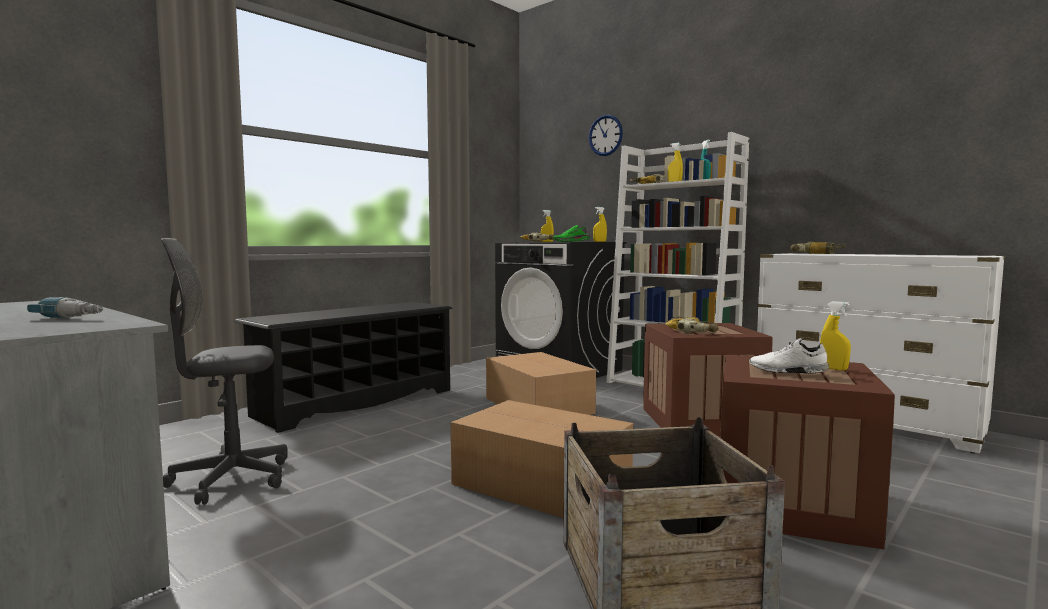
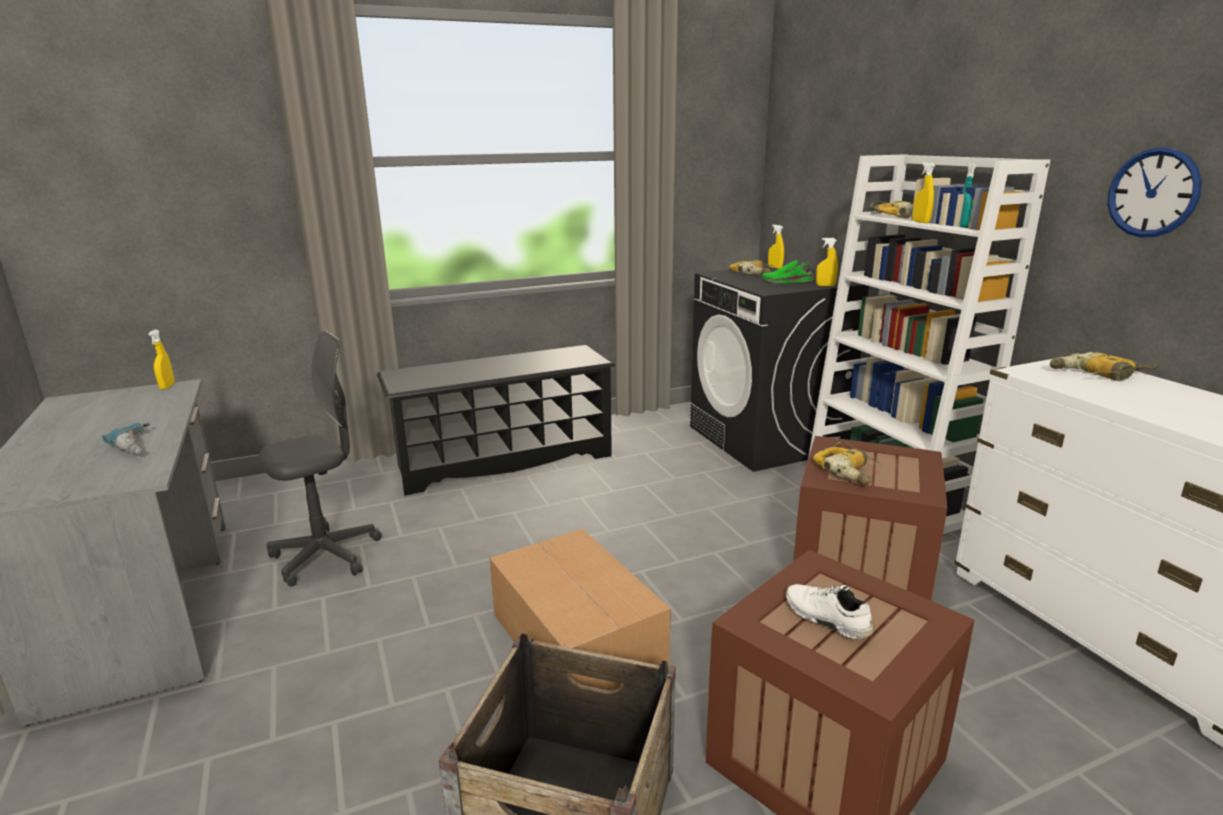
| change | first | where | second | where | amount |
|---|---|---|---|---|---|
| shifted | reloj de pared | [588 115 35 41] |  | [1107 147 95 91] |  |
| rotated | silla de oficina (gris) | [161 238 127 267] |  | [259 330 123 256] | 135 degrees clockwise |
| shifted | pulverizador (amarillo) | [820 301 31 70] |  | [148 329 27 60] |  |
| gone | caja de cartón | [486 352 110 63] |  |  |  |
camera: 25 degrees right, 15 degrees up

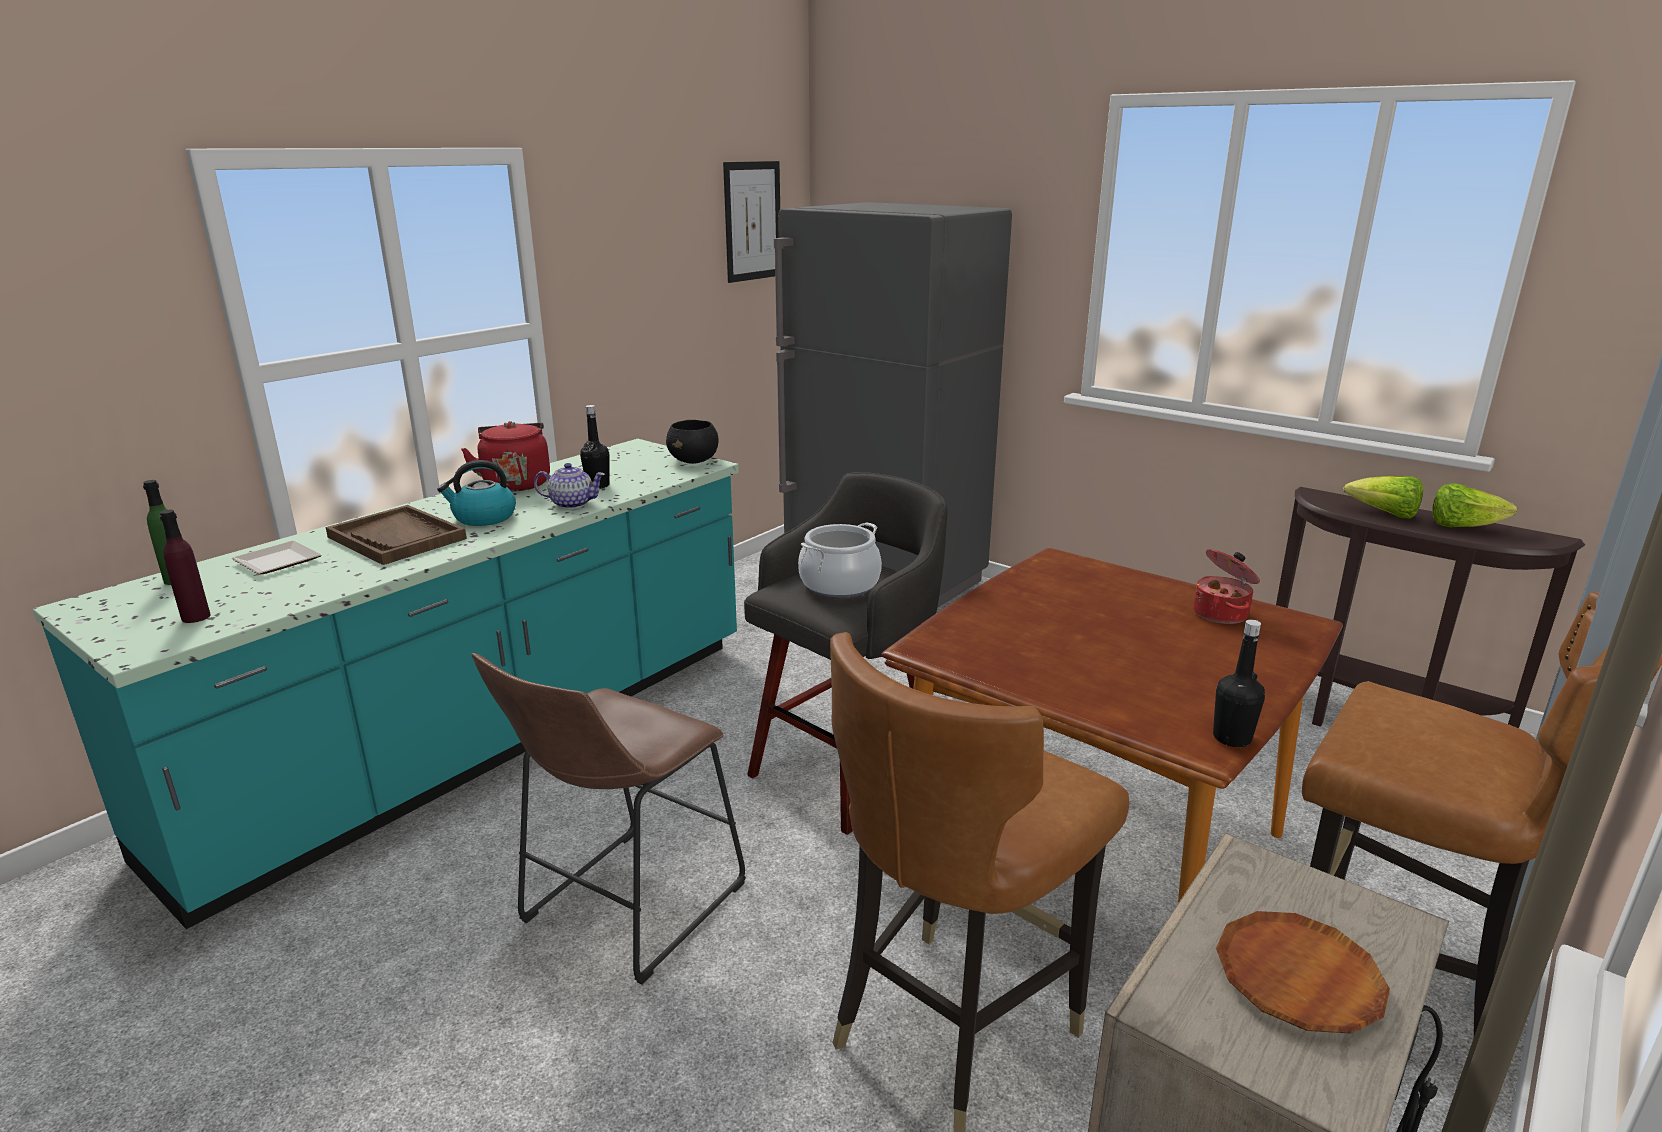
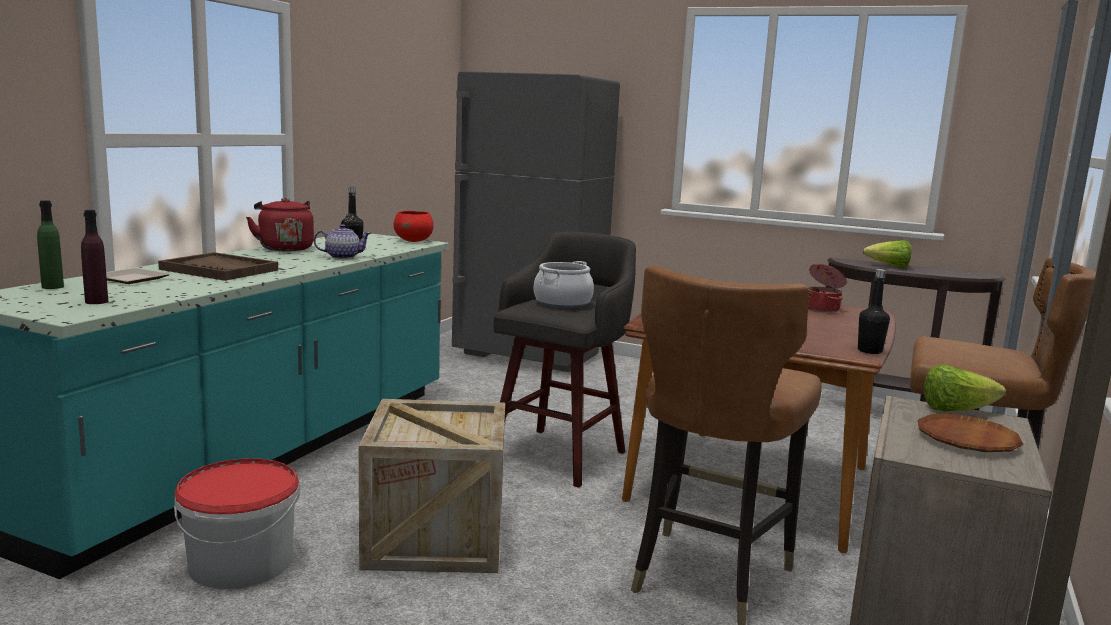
| change | first | where | second | where | amount |
|---|---|---|---|---|---|
| gone | cuadro | [723 161 57 122] |  |  |  |
| repainted | cuenco (negro) | [666 420 53 44] | cuenco (rojo) | [394 211 40 31] |  |
| gone | hervidor | [437 460 79 66] |  |  |  |
| shifted | lechuga | [1432 483 85 44] |  | [924 365 82 47] |  |
| swapped | taburete (marrón) | [472 653 274 332] | caja de embalaje | [359 399 146 174] |  |
| new |  |  | cubo | [174 458 126 131] |  |
camera: 15 degrees left, 10 degrees down

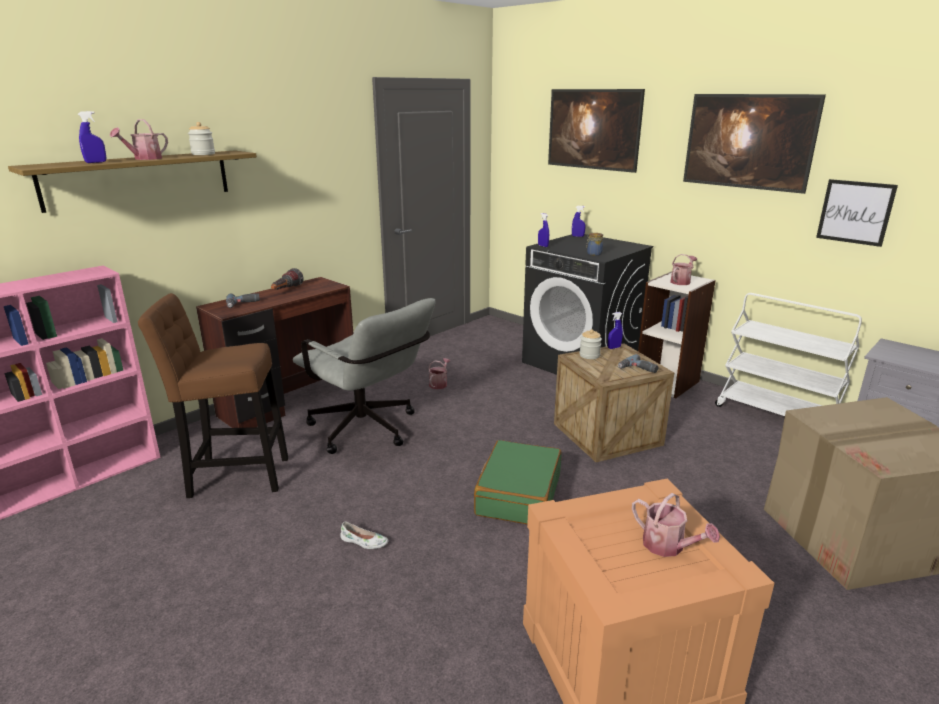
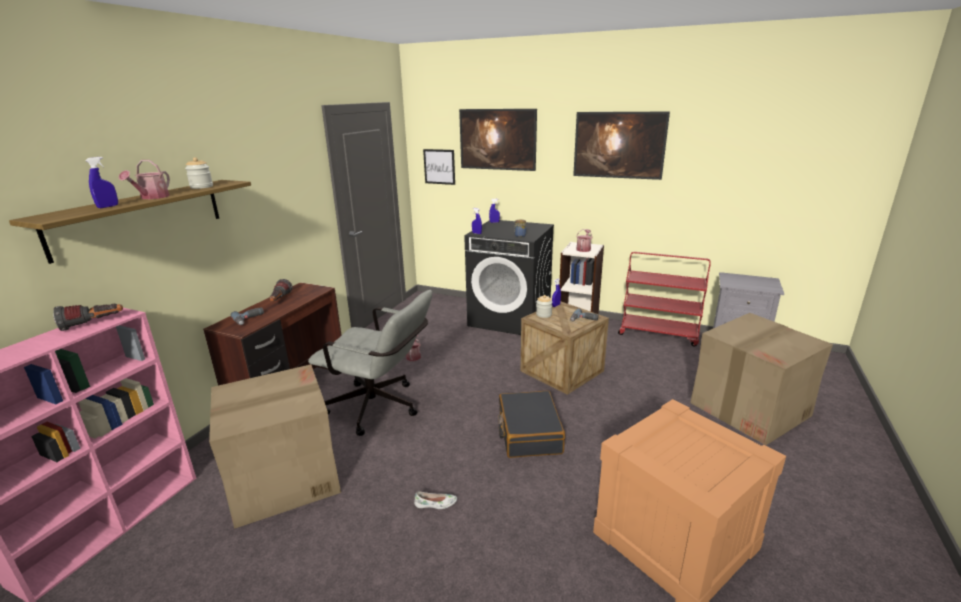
| change | first | where | second | where | amount |
|---|---|---|---|---|---|
| shifted | cuadro | [816 179 82 68] |  | [423 149 32 36] |  |
| swapped | taburete (marrón) | [138 293 150 205] | caja de cartón | [209 364 132 165] |  |
| repainted | carrito (blanco) | [715 293 147 123] | carrito (rojo) | [618 252 93 95] |  |
| repainted | maleta (verde) | [474 440 87 84] | maleta (negro) | [498 391 67 67] |  |
| gone | regadera | [632 493 88 64] |  |  |  |
| new |  |  | linterna | [53 304 70 27] |  |
camera: 20 degrees left, 0 degrees up

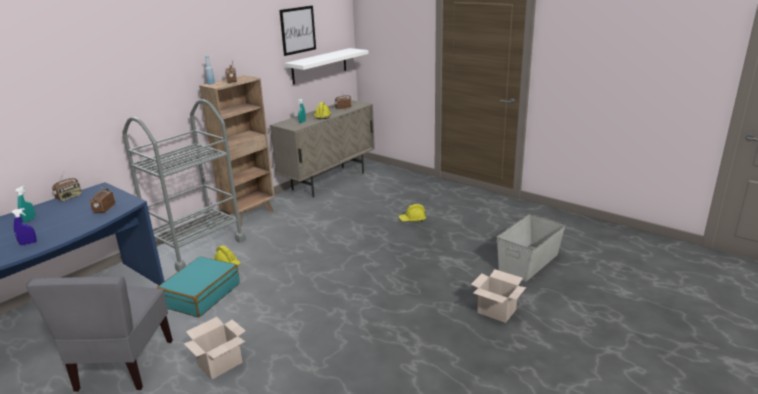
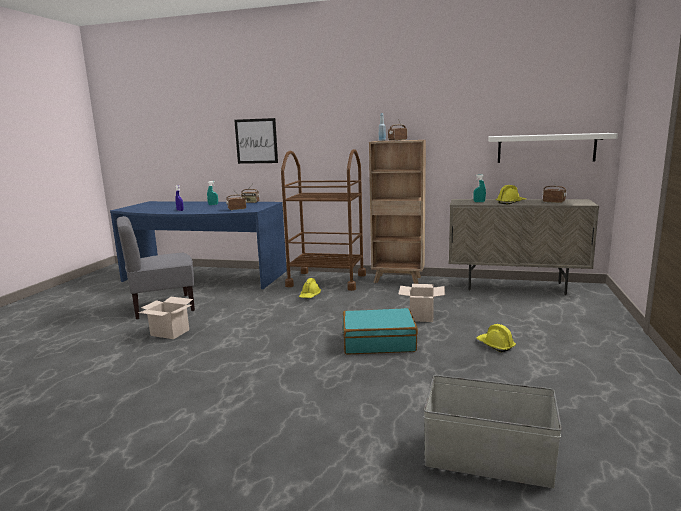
| change | first | where | second | where | amount |
|---|---|---|---|---|---|
| shifted | cuadro | [279 6 37 50] |  | [234 118 44 46] |  |
| repainted | carrito (gris) | [123 99 123 173] | carrito (marrón) | [281 149 85 142] |  |
| shifted | maleta (turquesa) | [156 256 84 62] |  | [343 308 75 46] |  |
| shifted | caja de cartón | [471 269 55 54] |  | [398 284 47 38] |  |
camera: 65 degrees right, 10 degrees down

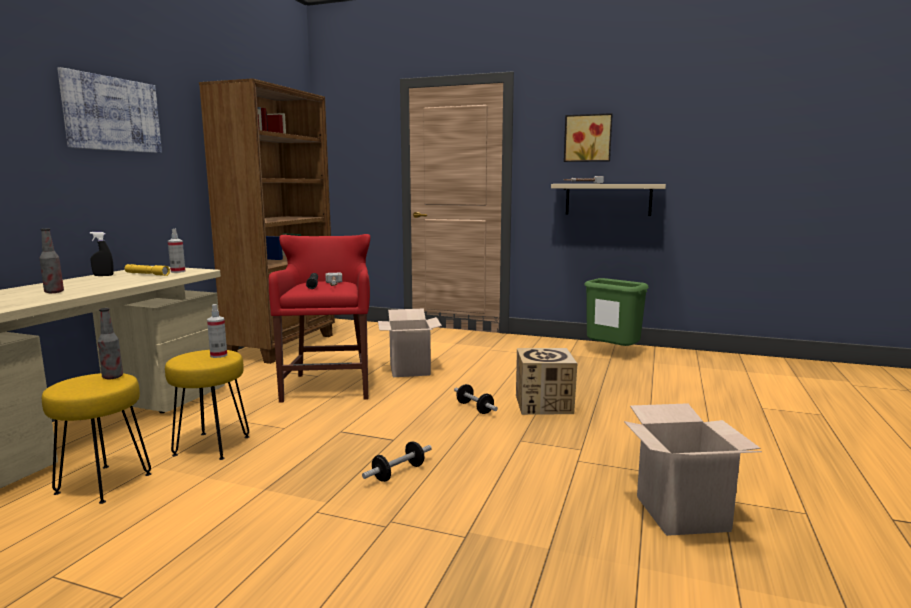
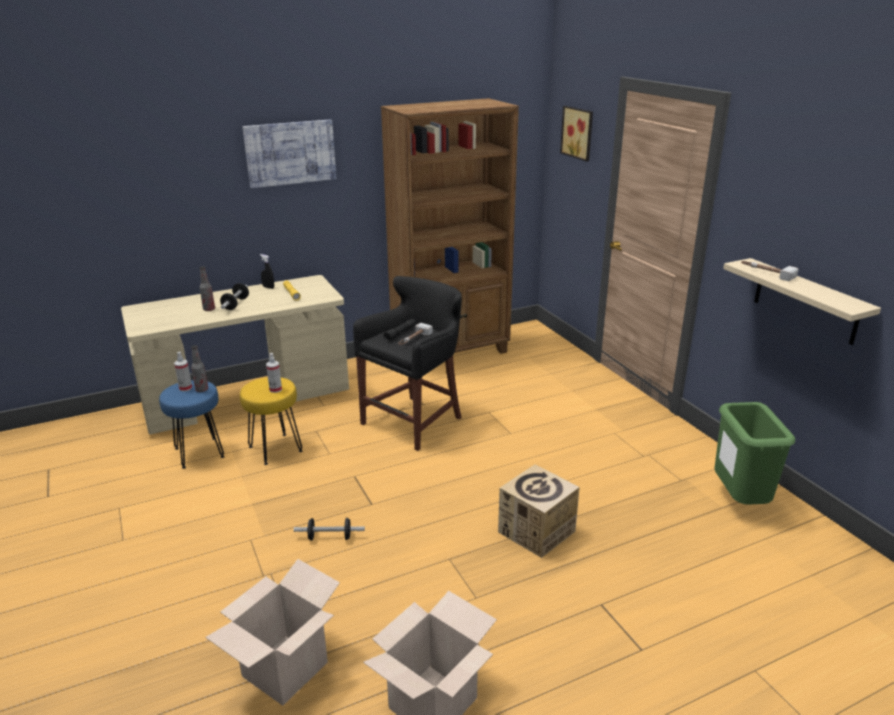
| change | first | where | second | where | amount |
|---|---|---|---|---|---|
| shifted | cuadro | [564 113 49 49] |  | [560 106 33 56] |  |
| shifted | pulverizador | [168 229 17 44] |  | [174 352 18 39] |  |
| repainted | taburete (rojo) | [269 234 101 168] | taburete (negro) | [353 276 109 175] |  |
| shifted | caja de cartón | [378 308 64 69] |  | [205 559 135 147] |  |
| repainted | taburete (amarillo) | [42 373 109 131] | taburete (azul) | [159 380 66 89] |  |
| shifted | mancuerna | [454 384 44 30] |  | [220 283 29 27] |  |
camera: 45 degrees right, 15 degrees up

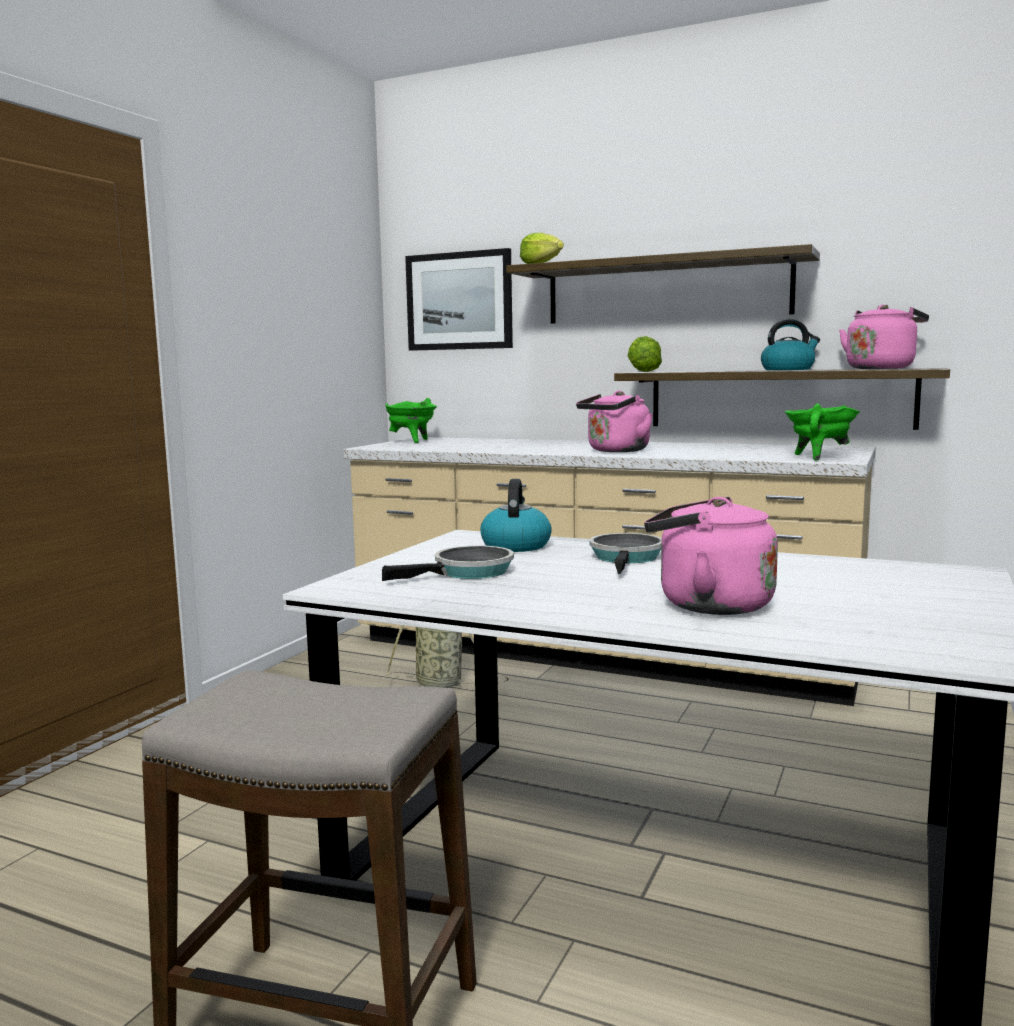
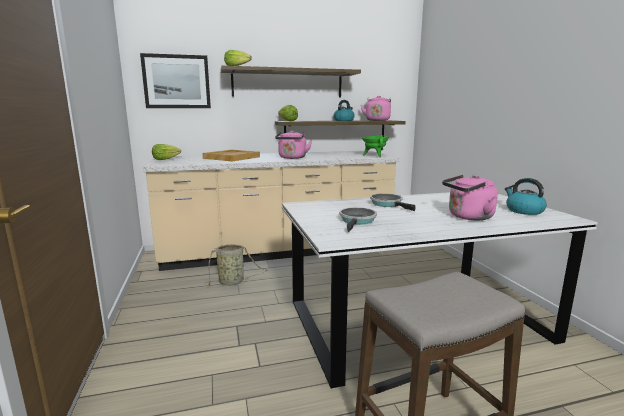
| change | first | where | second | where | amount |
|---|---|---|---|---|---|
| swapped | olla (verde) | [385 398 52 45] | lechuga | [152 144 29 16] |  |
| shifted | hervidor | [480 479 72 73] |  | [505 178 42 37] |  |
| new |  |  | bandeja (beis) | [202 150 58 11] |  |
camera: 40 degrees left, 5 degrees up

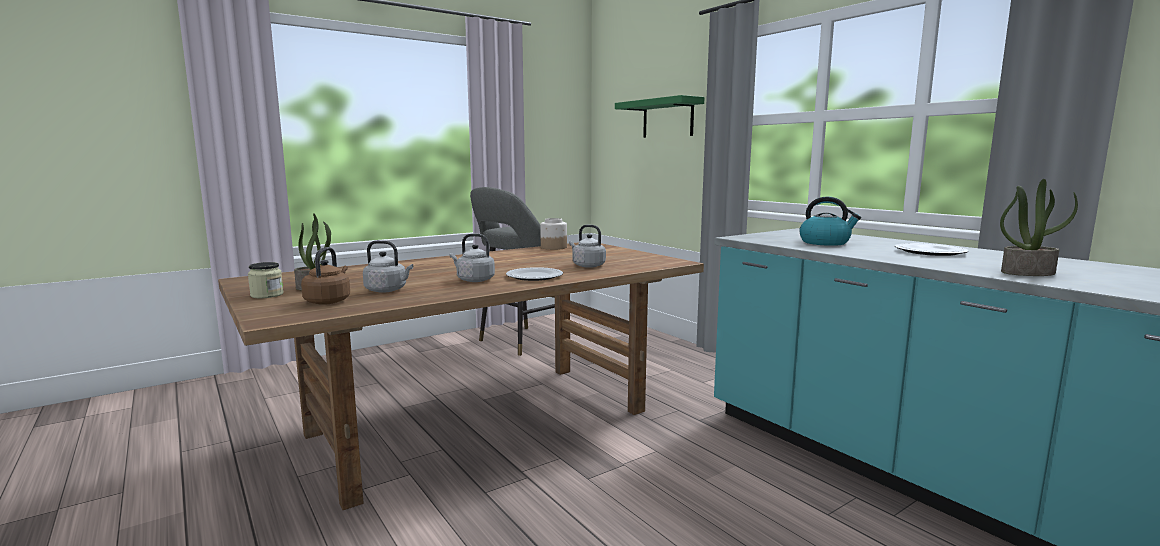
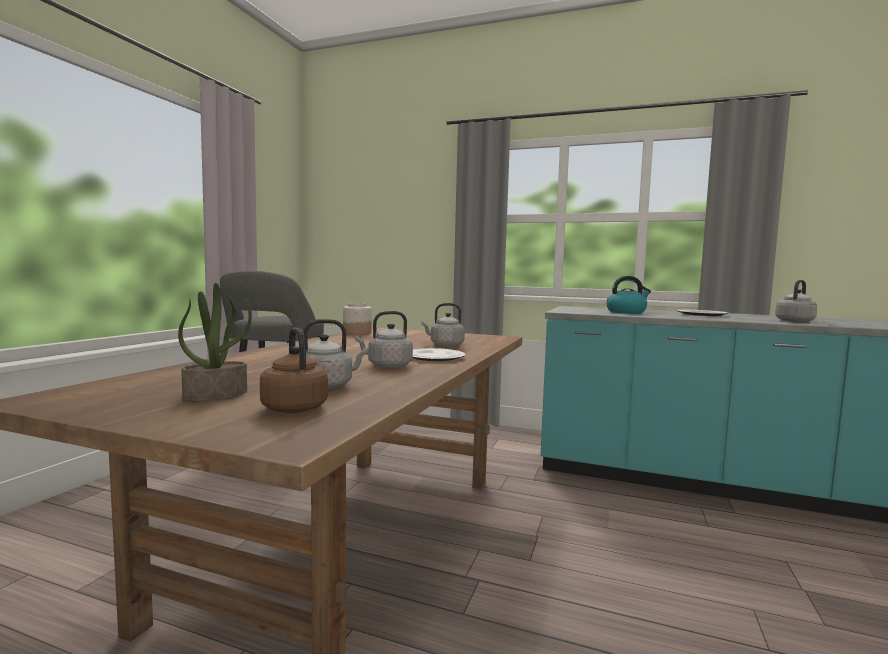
| change | first | where | second | where | amount |
|---|---|---|---|---|---|
| gone | estante (verde) | [615 95 90 43] |  |  |  |
| swapped | planta en maceta | [1000 179 78 97] | hervidor (gris) | [775 280 42 42] |  |
| gone | tarro | [248 262 35 36] |  |  |  |
camera: 35 degrees left, 5 degrees down

